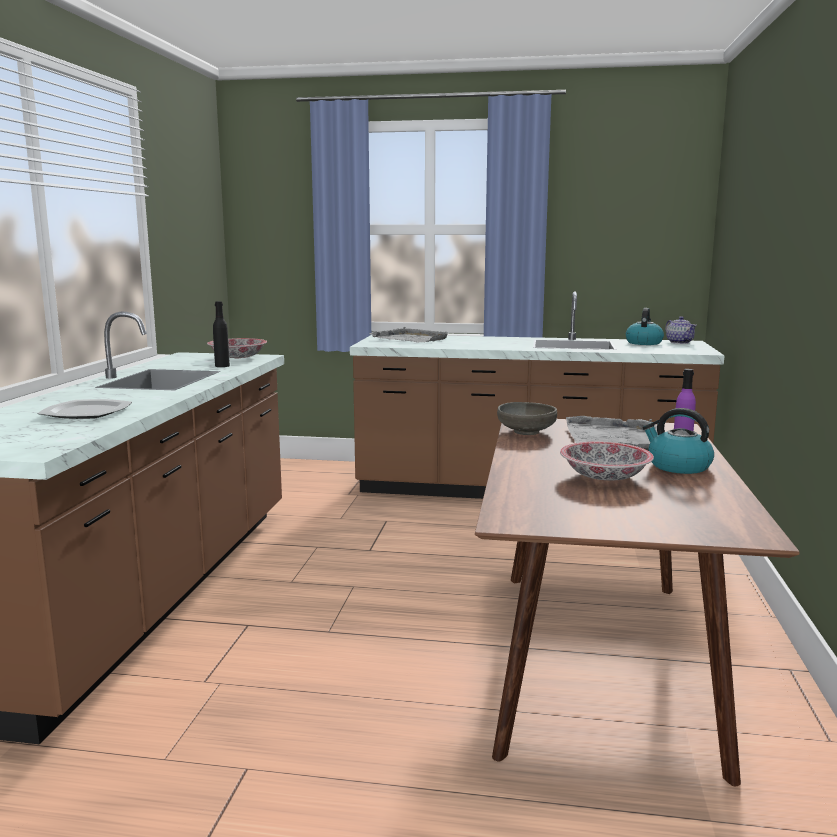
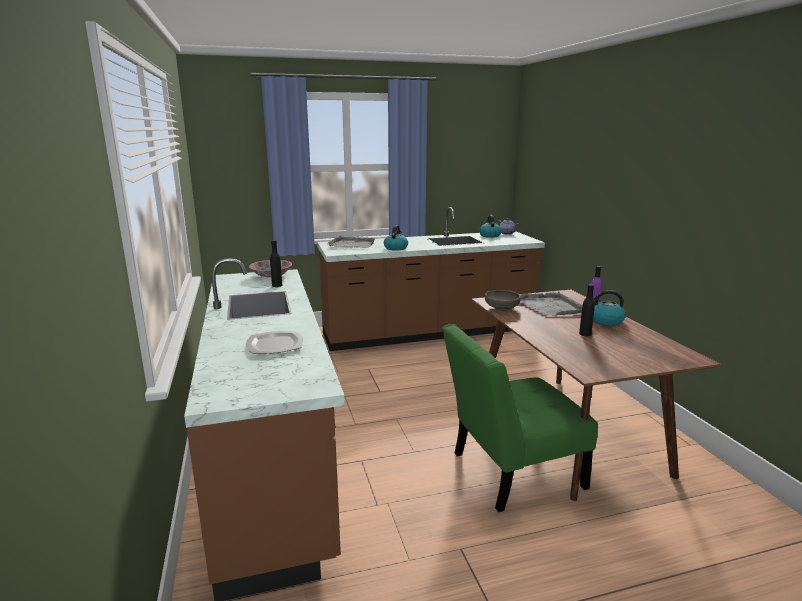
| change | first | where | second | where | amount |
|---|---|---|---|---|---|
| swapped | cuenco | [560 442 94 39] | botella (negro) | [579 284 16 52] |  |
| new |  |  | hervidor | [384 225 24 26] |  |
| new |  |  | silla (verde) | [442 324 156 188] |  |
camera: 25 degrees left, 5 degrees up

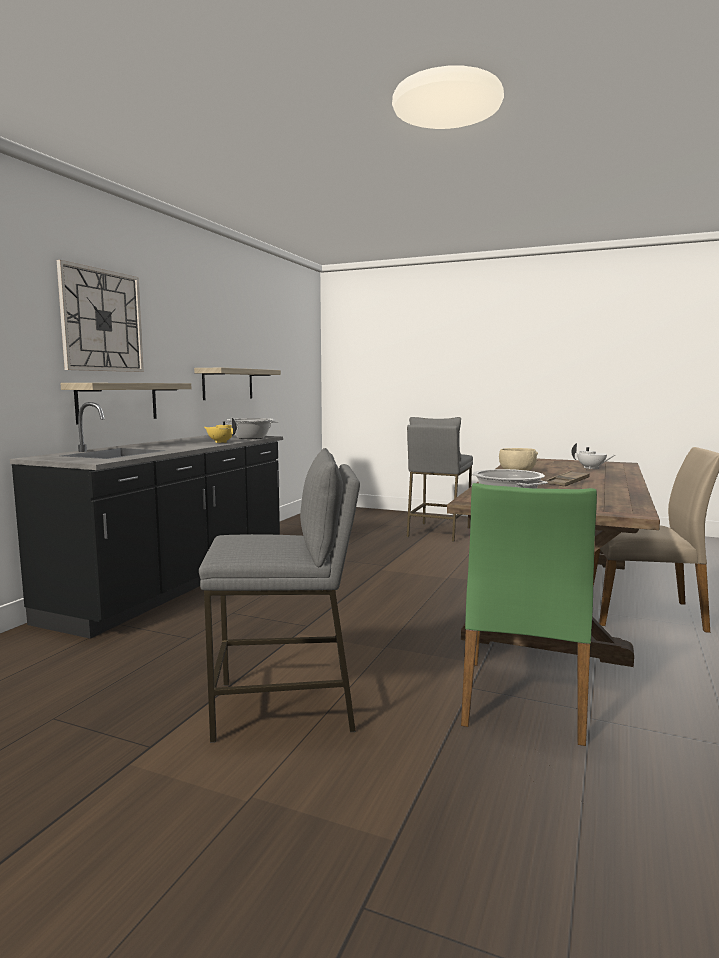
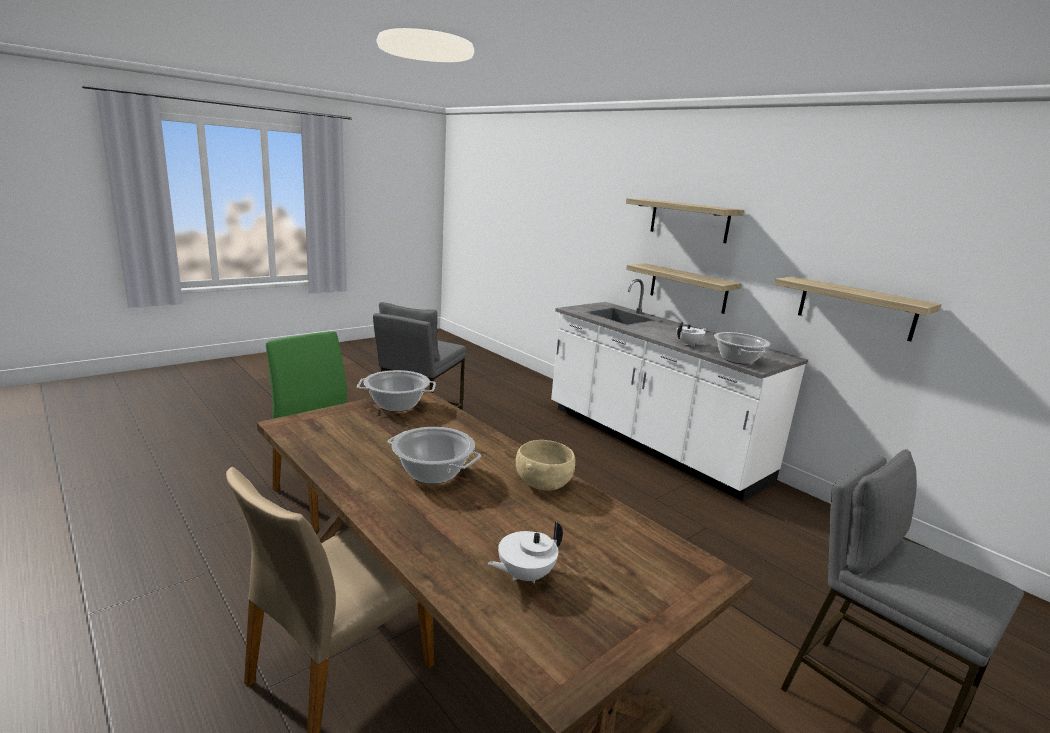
| change | first | where | second | where | amount |
|---|---|---|---|---|---|
| swapped | reloj de pared | [57 260 87 112] | estante | [626 198 118 45] |  |
| repainted | mueble bajo de cocina (negro) | [10 402 273 237] | mueble bajo de cocina (blanco) | [551 279 257 222] |  |
| repainted | tetera (amarillo) | [204 418 33 25] | tetera (blanco) | [677 322 29 25] |  |
| swapped | bandeja (marrón) | [546 471 44 15] | olla | [388 427 93 57] |  |
camera: 115 degrees right, 10 degrees up

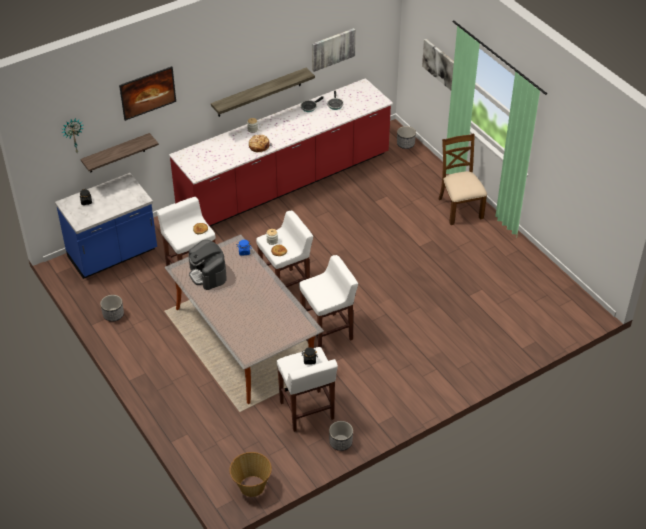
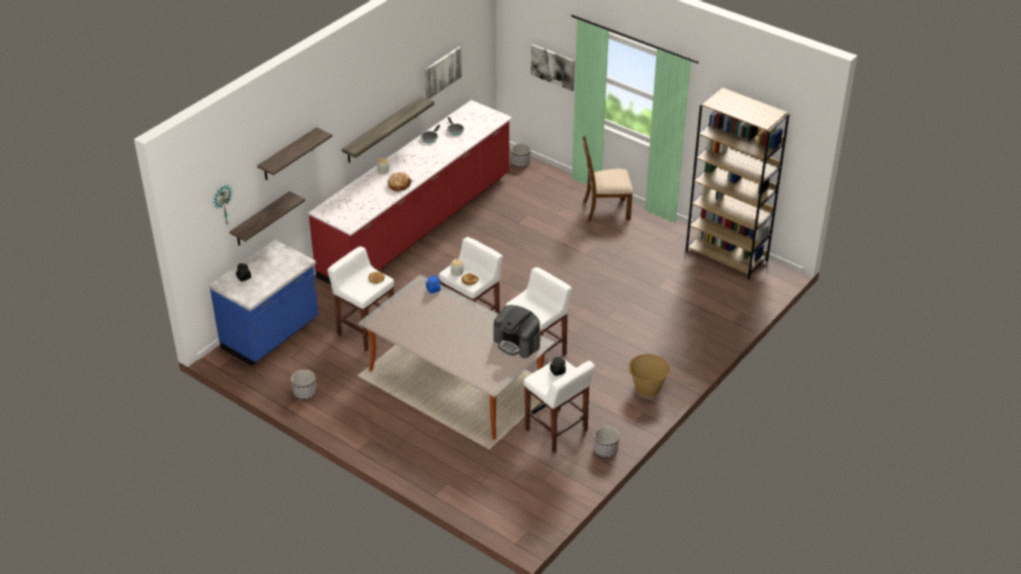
| change | first | where | second | where | amount |
|---|---|---|---|---|---|
| swapped | cuadro | [119 66 57 55] | estante | [257 127 75 53] |  |
| rotated | silla (marrón) | [438 134 49 91] |  | [583 136 51 86] | 60 degrees counterclockwise |
| shifted | cafetera | [189 240 38 50] |  | [493 305 47 53] |  |
| shifted | cesta | [230 452 42 45] |  | [629 354 41 43] |  |
| new |  |  | estantería (marrón) | [685 88 105 192] |  |
camera: 20 degrees left, 5 degrees down

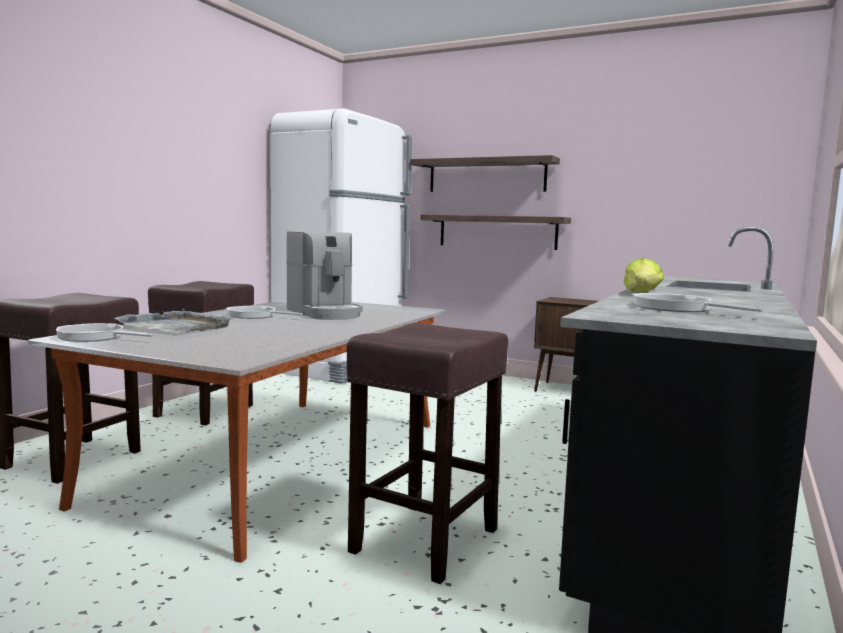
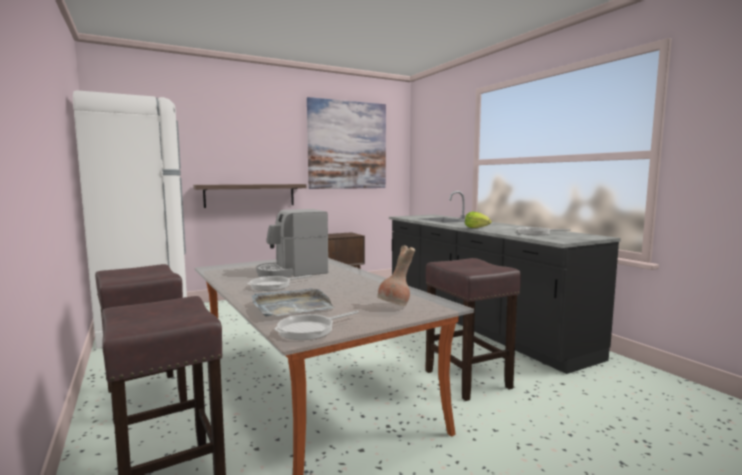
| change | first | where | second | where | amount |
|---|---|---|---|---|---|
| gone | estante | [410 155 150 37] |  |  |  |
| rotated | cafetera | [286 231 77 89] |  | [256 209 72 68] | 150 degrees clockwise |
| new |  |  | cuadro | [307 97 79 92] |  |
| new |  |  | florero (marrón) | [377 246 38 60] |  |
camera: 55 degrees left, 0 degrees up

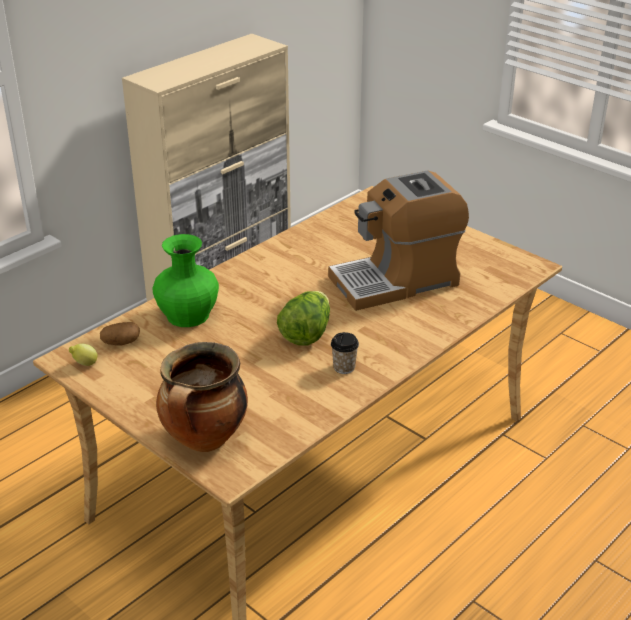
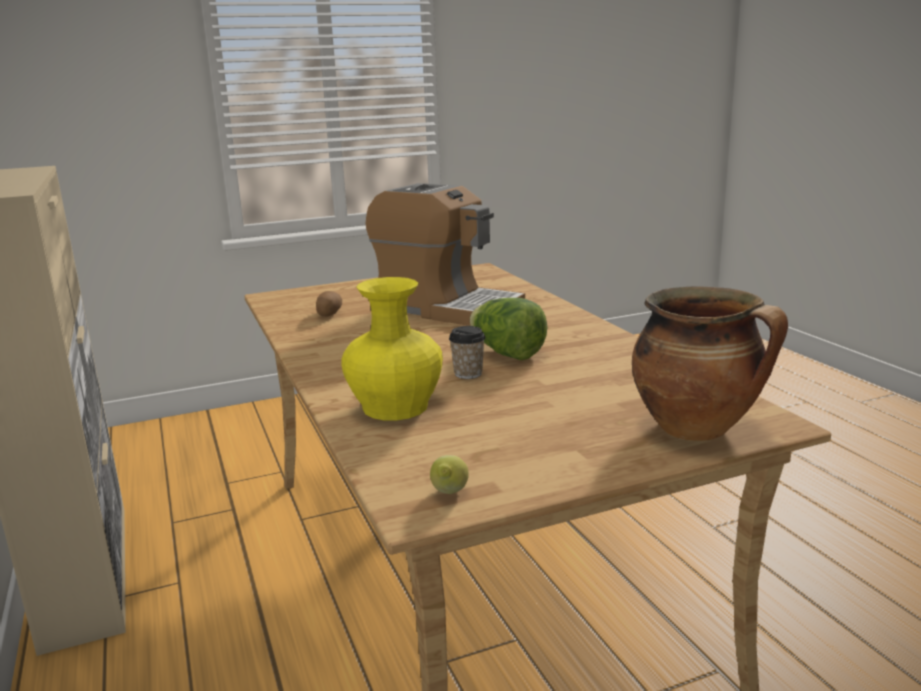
| change | first | where | second | where | amount |
|---|---|---|---|---|---|
| rotated | cafetera | [328 170 141 141] |  | [366 183 159 143] | 60 degrees counterclockwise |
| repainted | florero (verde) | [153 234 66 93] | florero (amarillo) | [341 277 102 143] |  |
| shifted | patata | [100 322 40 24] |  | [316 291 26 26] |  |
| shifted | taza | [331 332 28 42] |  | [449 326 36 53] |  |
camera: 65 degrees left, 15 degrees down

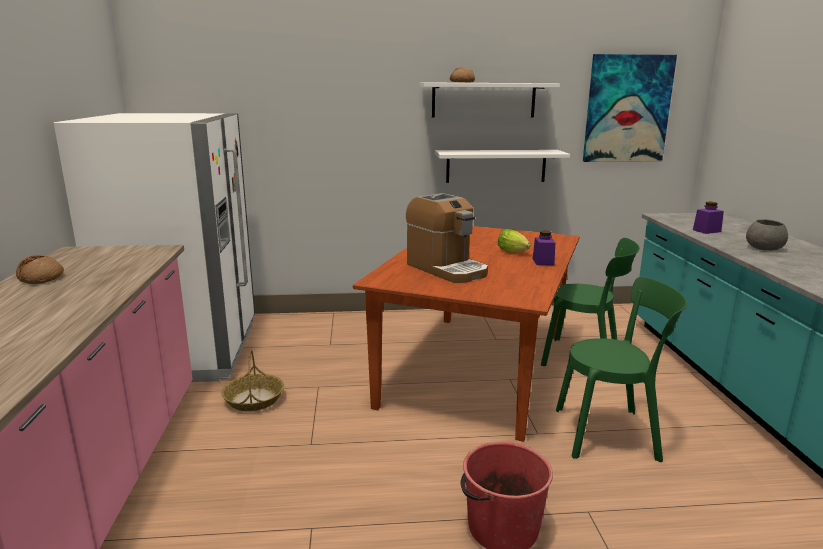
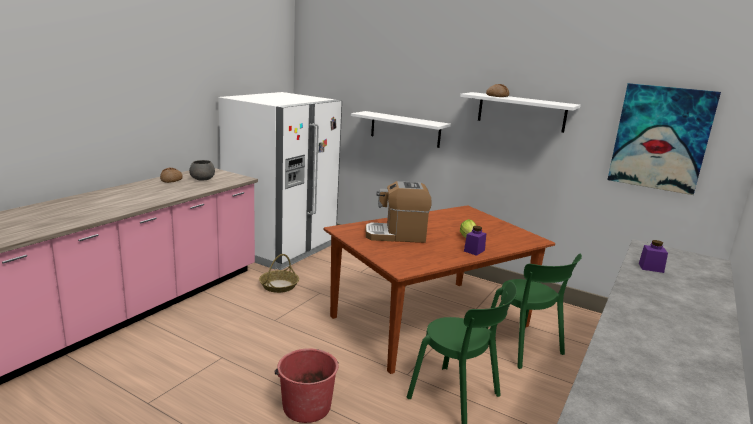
| change | first | where | second | where | amount |
|---|---|---|---|---|---|
| shifted | estante (blanco) | [435 150 135 33] |  | [351 111 100 37] |  |
| rotated | cafetera | [406 193 82 90] |  | [365 181 67 62] | 90 degrees clockwise |
| shifted | cuenco (gris) | [746 219 42 31] |  | [189 160 26 21] |  |
camera: 35 degrees right, 0 degrees up

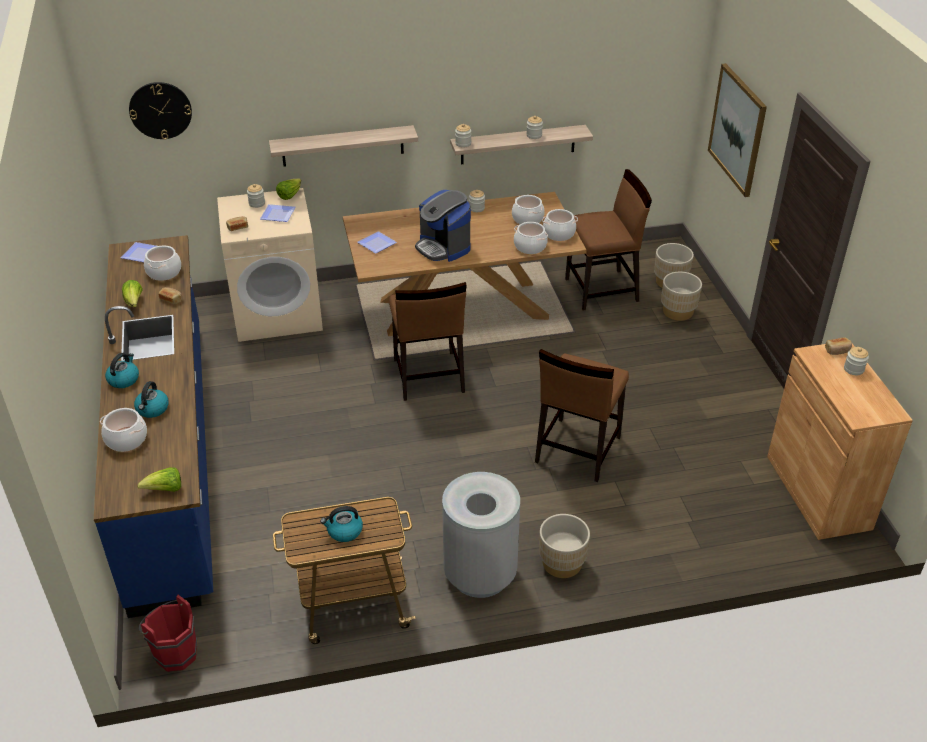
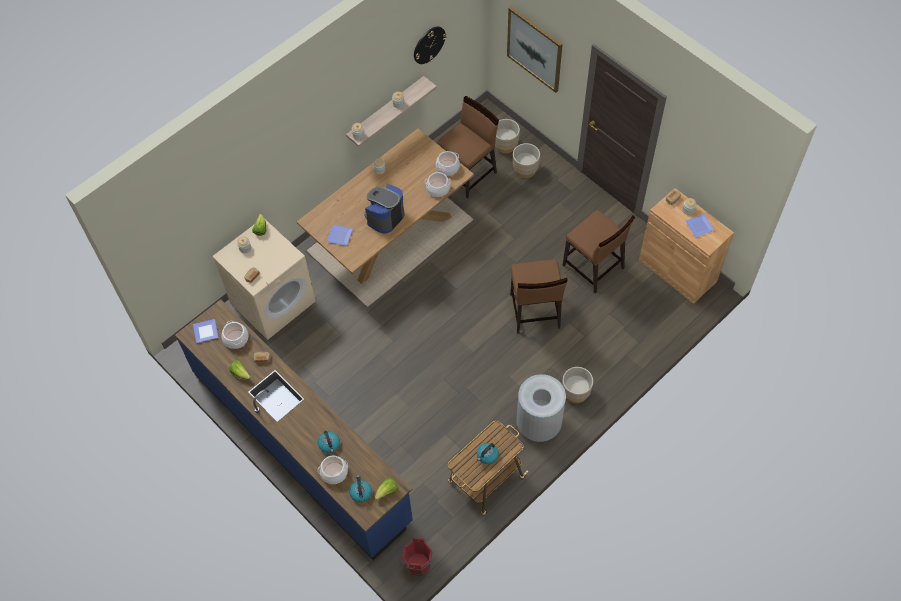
| change | first | where | second | where | amount |
|---|---|---|---|---|---|
| shifted | reloj de pared | [129 82 63 58] |  | [414 27 32 37] |  |
| gone | estante | [269 125 149 42] |  |  |  |
| rotated | cafetera | [415 190 56 72] |  | [364 184 40 50] | 105 degrees clockwise |
| gone | olla | [512 195 33 29] |  |  |  |
| shifted | plato | [260 204 35 18] |  | [686 214 28 23] |  |
| shifted | silla (marrón) | [389 282 78 119] |  | [562 210 73 83] |  |
| shifted | hervidor | [105 353 34 35] |  | [349 475 23 28] |  |
camera: 30 degrees left, 20 degrees up

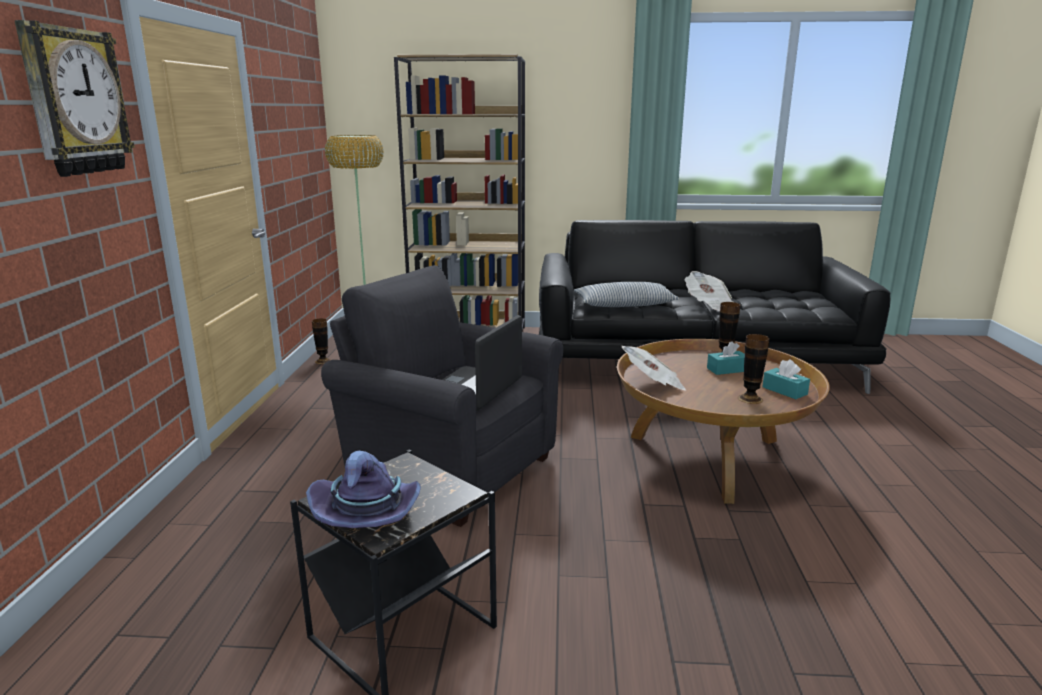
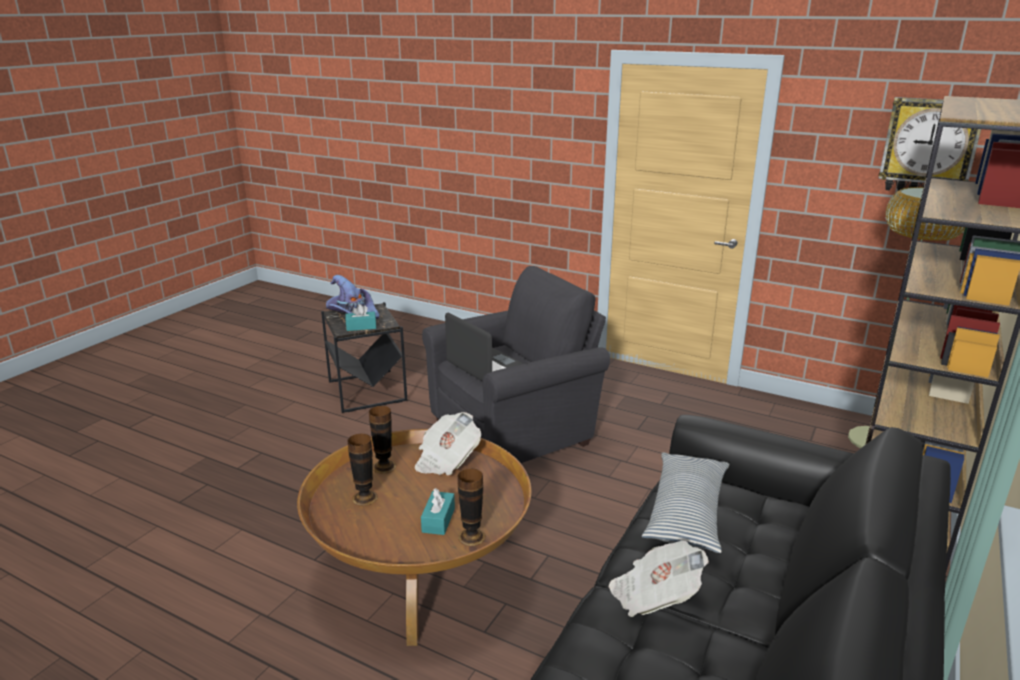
| change | first | where | second | where | amount |
|---|---|---|---|---|---|
| shifted | reloj de pared | [15 20 120 157] |  | [878 97 103 94] |  |
| shifted | florero | [312 318 19 46] |  | [369 406 27 68] |  |
| shifted | caja de pañuelos (turquesa) | [762 360 48 39] |  | [346 304 30 27] |  |
camera: 115 degrees right, 5 degrees up

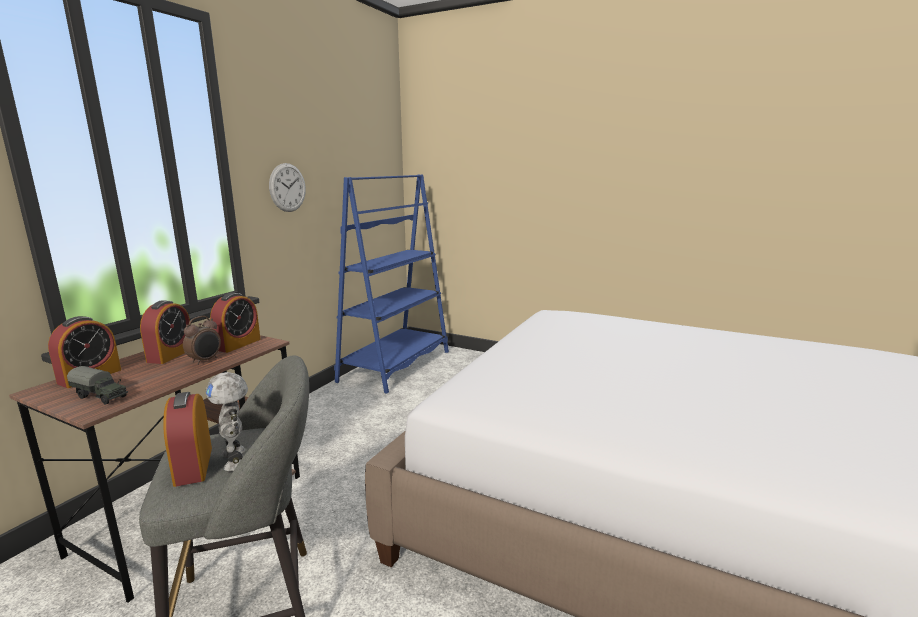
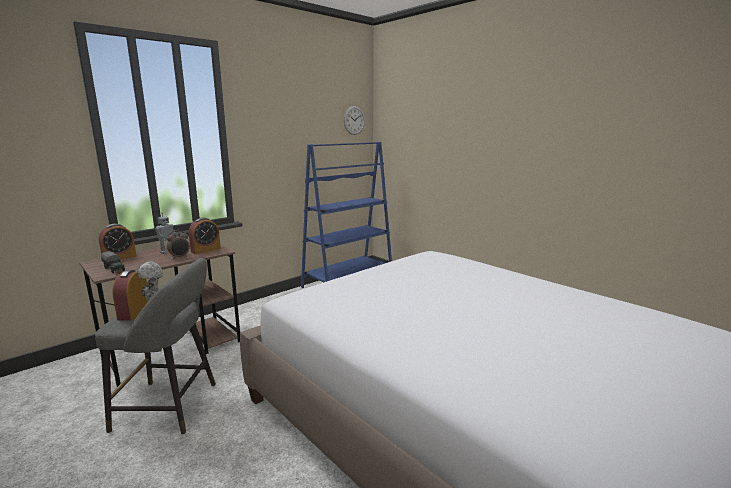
| change | first | where | second | where | amount |
|---|---|---|---|---|---|
| shifted | reloj de pared | [269 163 37 49] |  | [344 106 21 29] |  |
| swapped | despertador | [140 300 50 64] | robot de juguete | [155 212 23 42] |  |
camera: 20 degrees right, 0 degrees up

